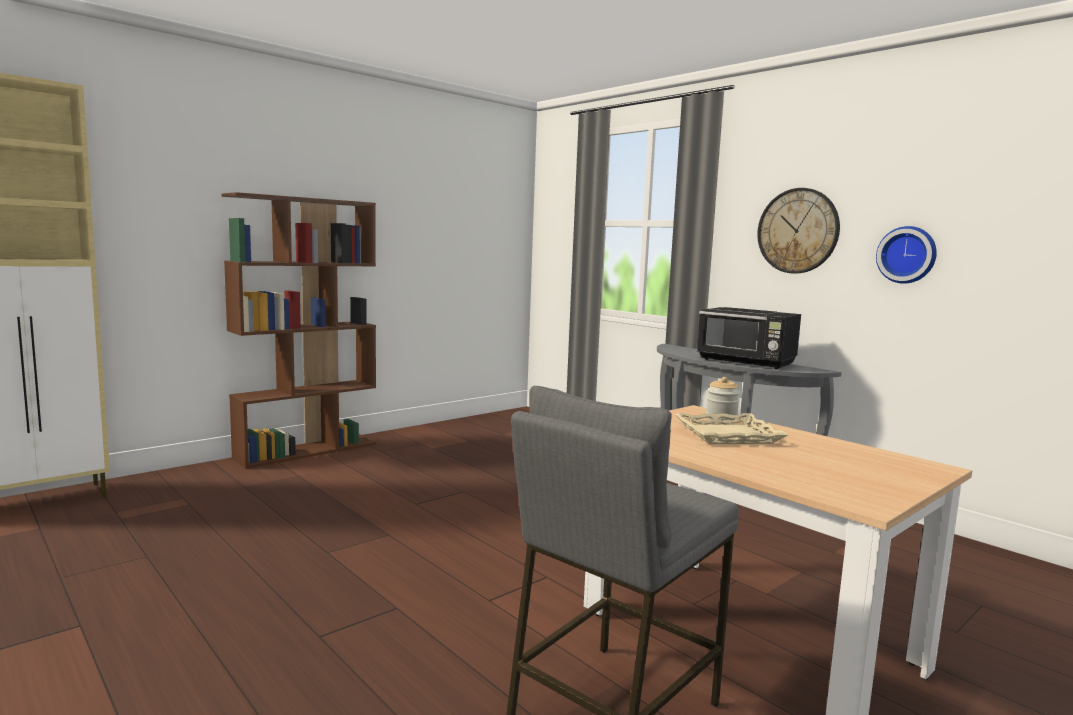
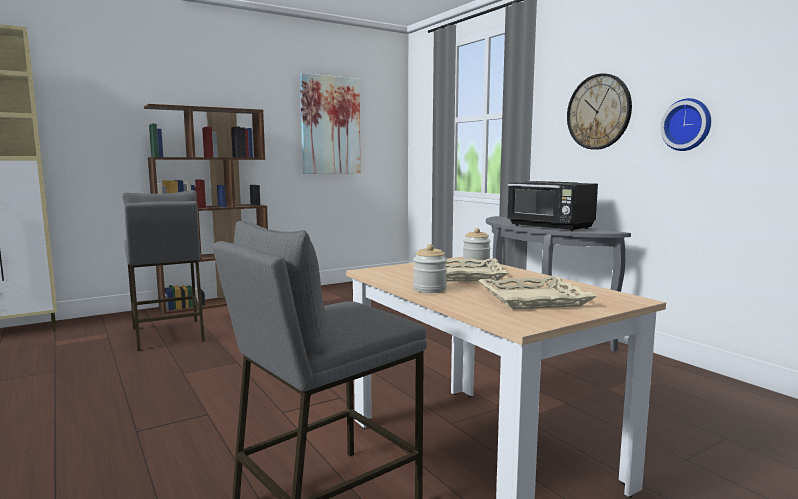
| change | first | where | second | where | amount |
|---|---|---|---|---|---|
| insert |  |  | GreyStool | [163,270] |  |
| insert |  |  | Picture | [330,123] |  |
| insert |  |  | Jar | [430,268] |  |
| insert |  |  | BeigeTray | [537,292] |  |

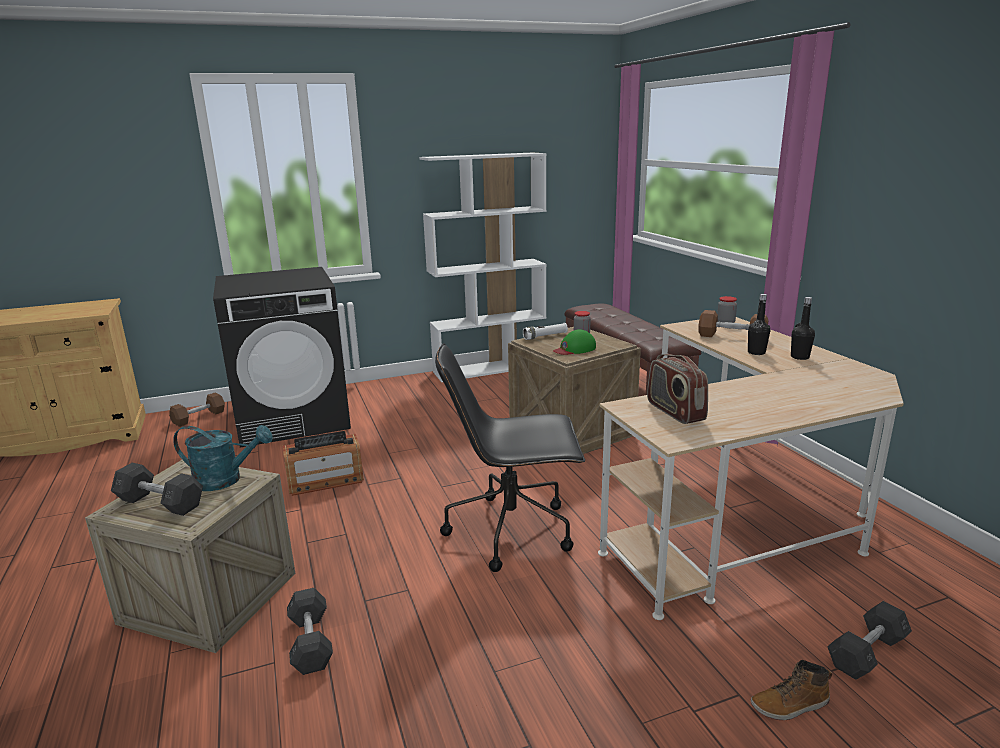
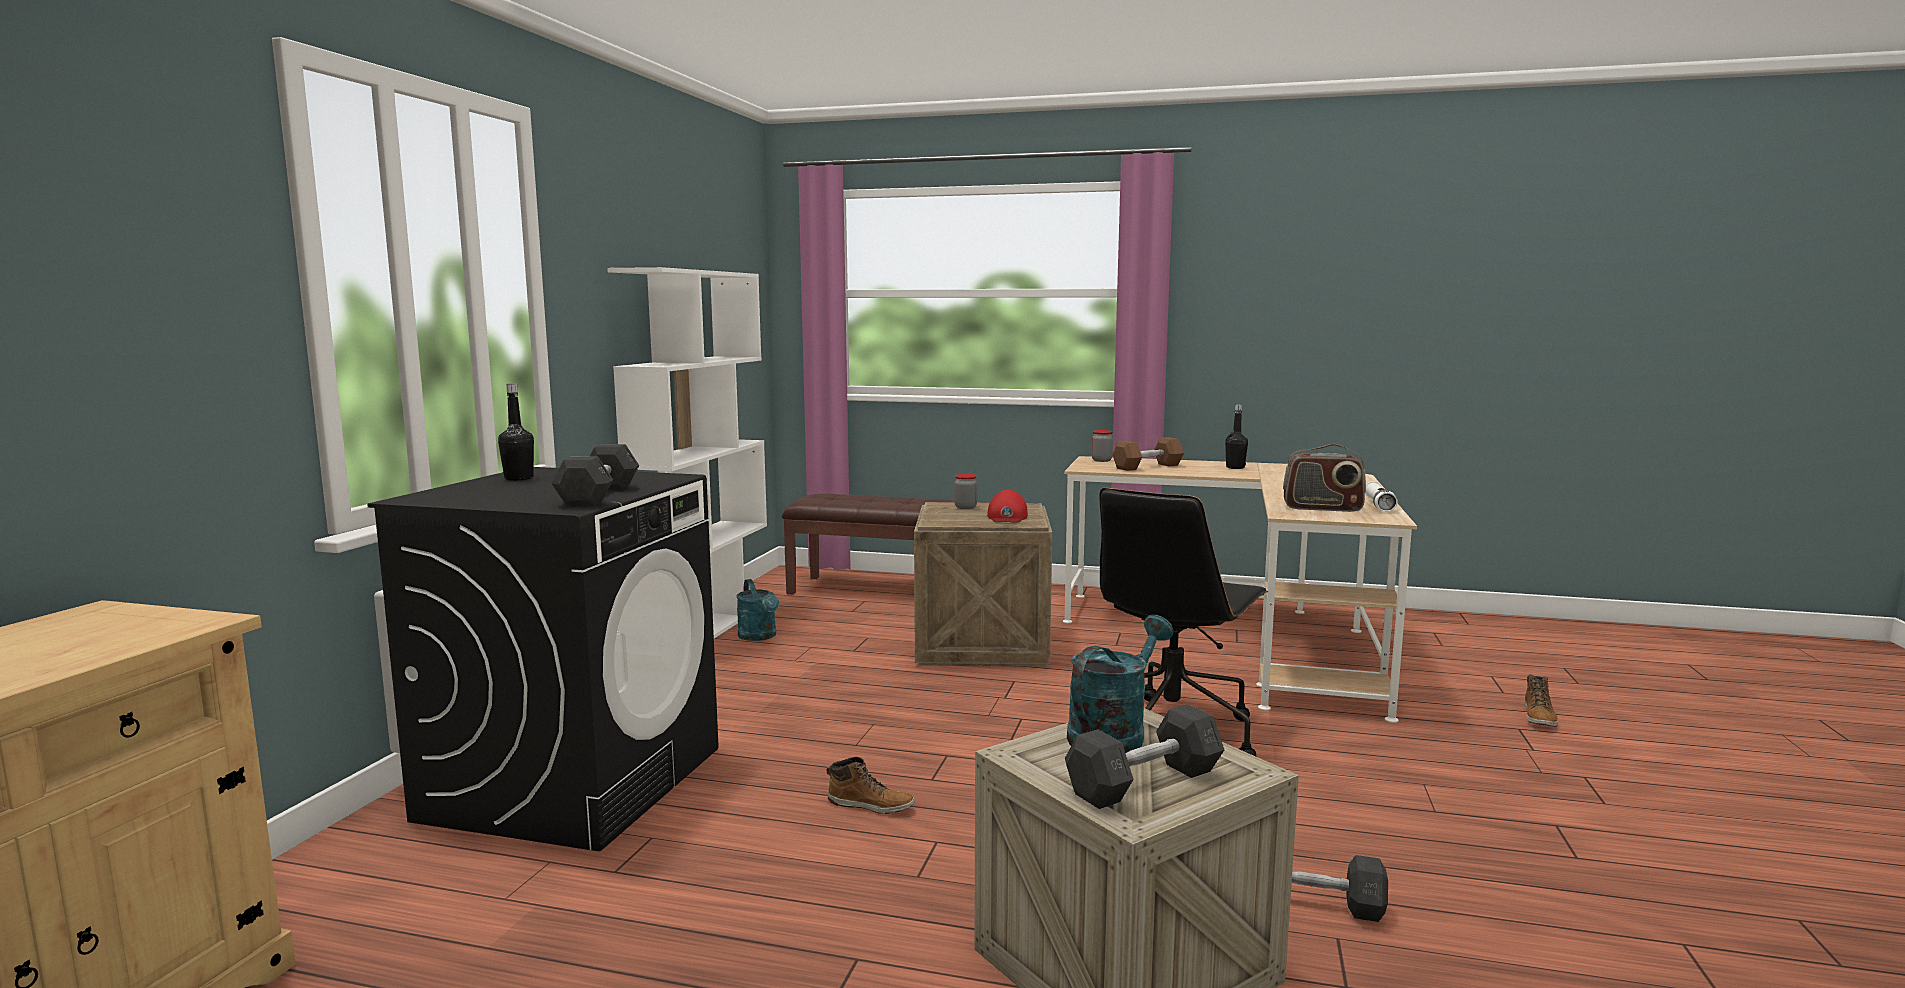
| change | first | where | second | where | amount |
|---|---|---|---|---|---|
| delete | BrownDumbbell | [197,410] |  |  |  |
| replace | Radio | [323,463] | Boot | [870,785] |  |
| move | WhiteFlashlight | [545,331] |  | [1381,496] |  |
| recolor | GreenCap | [574,342] | RedCap | [1007,506] |  |
| move | BlackBottle | [759,324] |  | [516,432] |  |
| move | GreyDumbbell | [869,640] |  | [595,475] |  |
| insert |  |  | TurquoiseWateringCan | [757,610] |  |

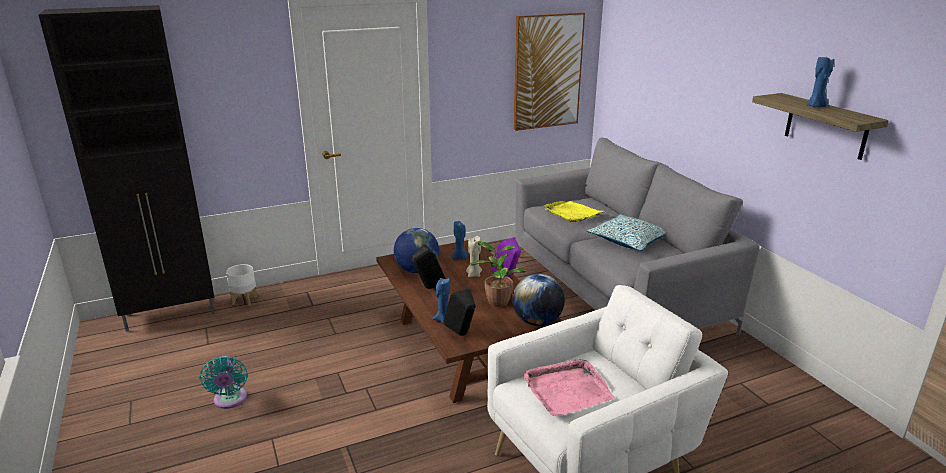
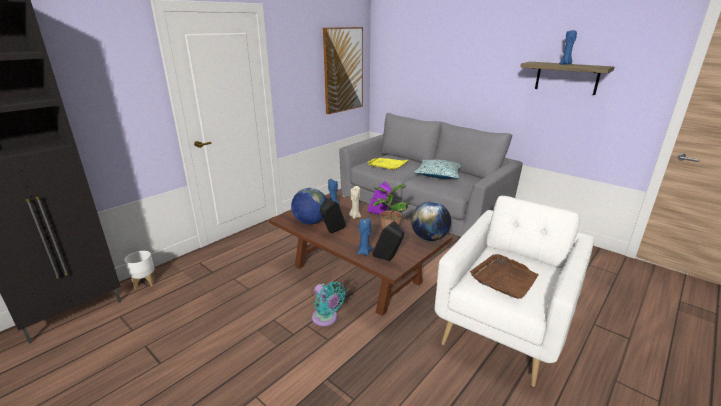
| change | first | where | second | where | amount |
|---|---|---|---|---|---|
| move | TurquoiseFan | [224,382] |  | [329,304] |  |
| recolor | PinkTray | [569,387] | BrownTray | [504,276] |  |

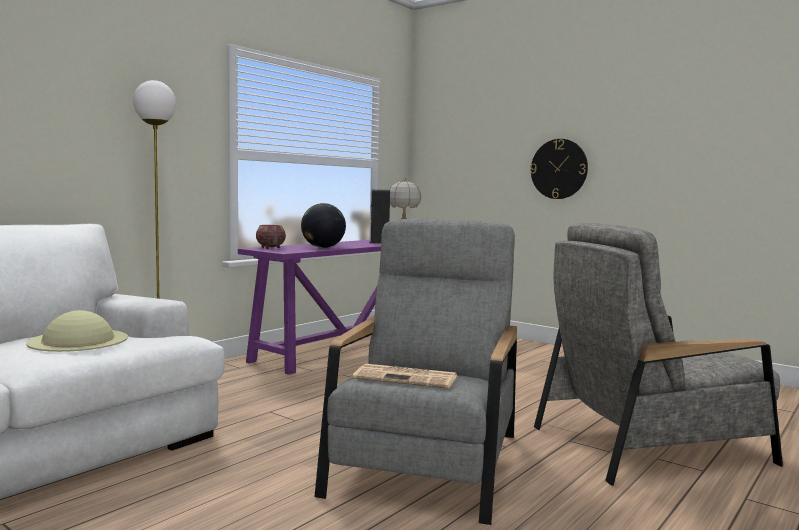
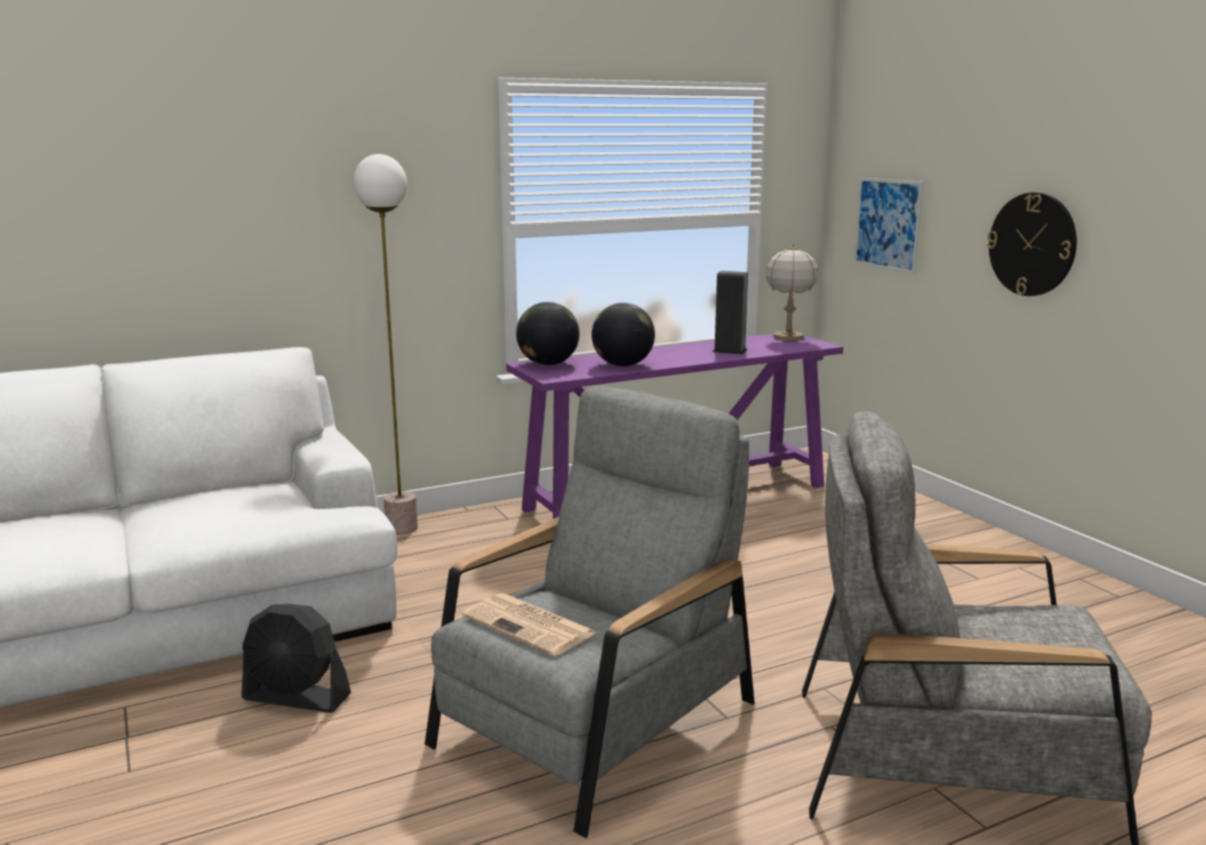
| change | first | where | second | where | amount |
|---|---|---|---|---|---|
| delete | BeigeHat | [77,331] |  |  |  |
| replace | Bowl | [271,237] | Globe | [547,333] |  |
| insert |  |  | BlackFan | [296,658] |  |
| insert |  |  | Picture | [889,226] |  |

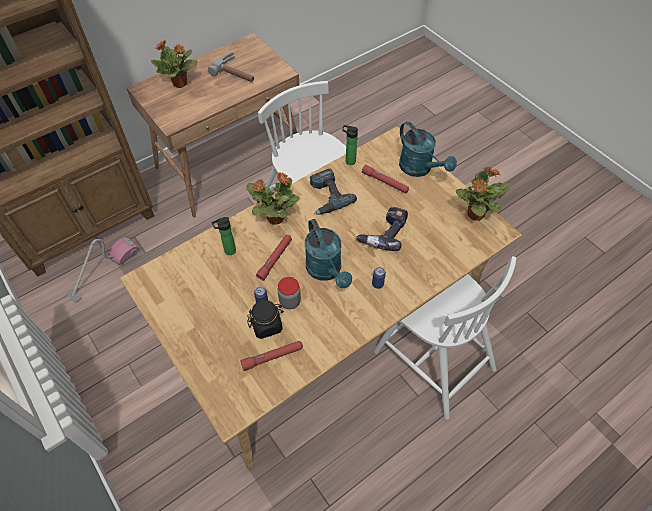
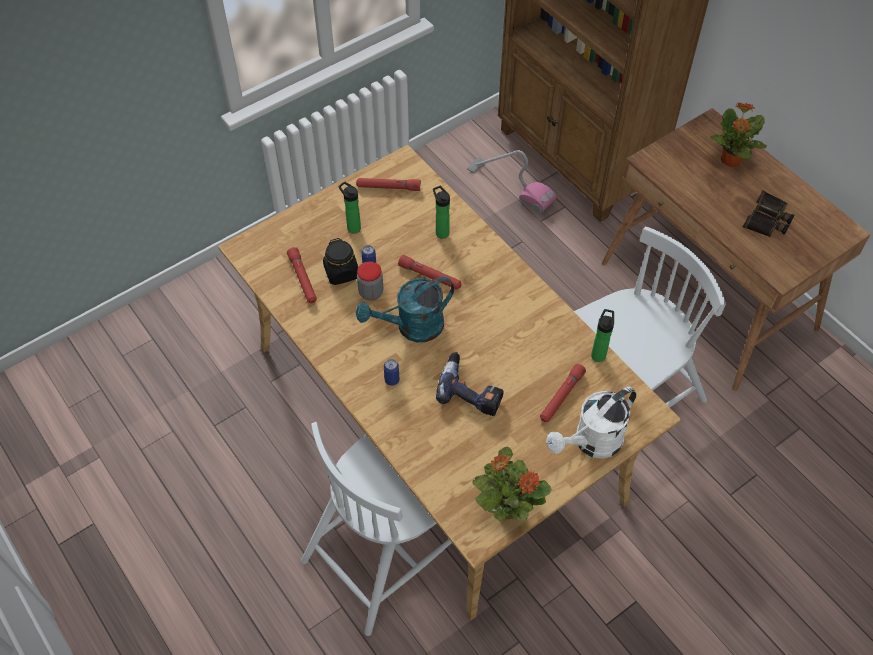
| change | first | where | second | where | amount |
|---|---|---|---|---|---|
| replace | Hammer | [231,67] | Binoculars | [769,213] |  |
| delete | PottedPlant | [273,198] |  |  |  |
| delete | PowerDrill | [333,192] |  |  |  |
| recolor | TurquoiseWateringCan | [428,149] | WhiteWateringCan | [591,422] |  |
| insert |  |  | Bottle | [350,208] |  |
| insert |  |  | RedFlashlight | [388,184] |  |

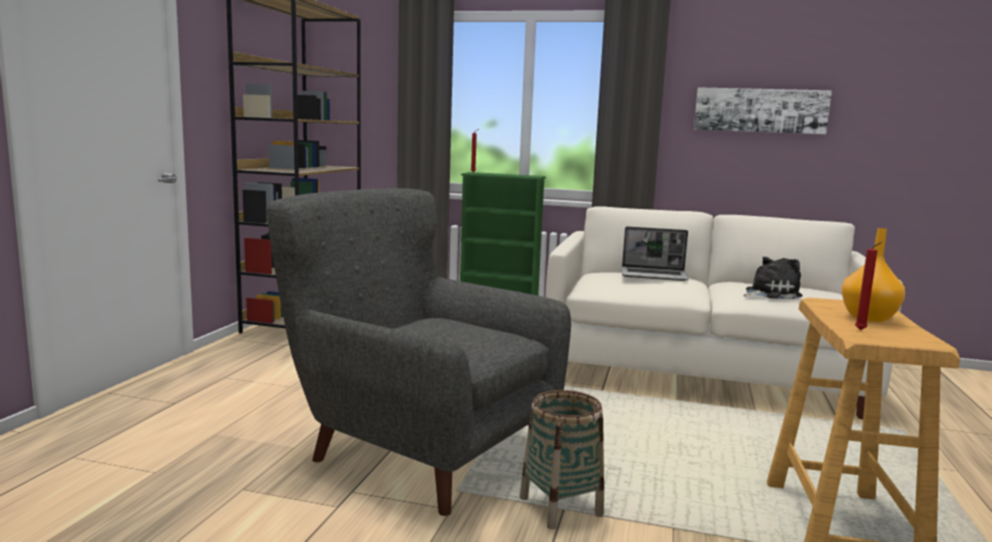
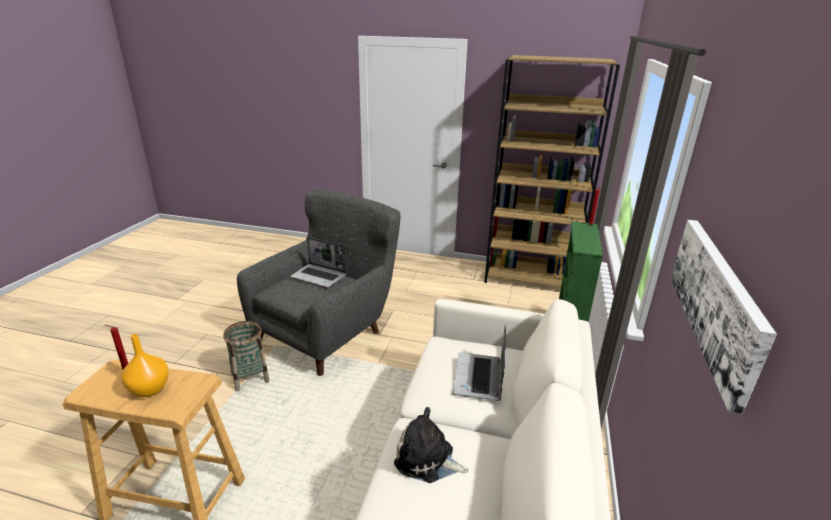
| change | first | where | second | where | amount |
|---|---|---|---|---|---|
| rotate | PlushToy | [772,278] |  | [431,445] | 135 degrees clockwise |
| insert |  |  | Laptop | [318,262] |  |

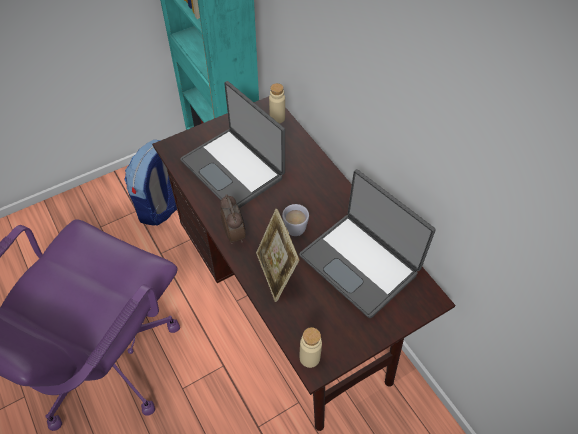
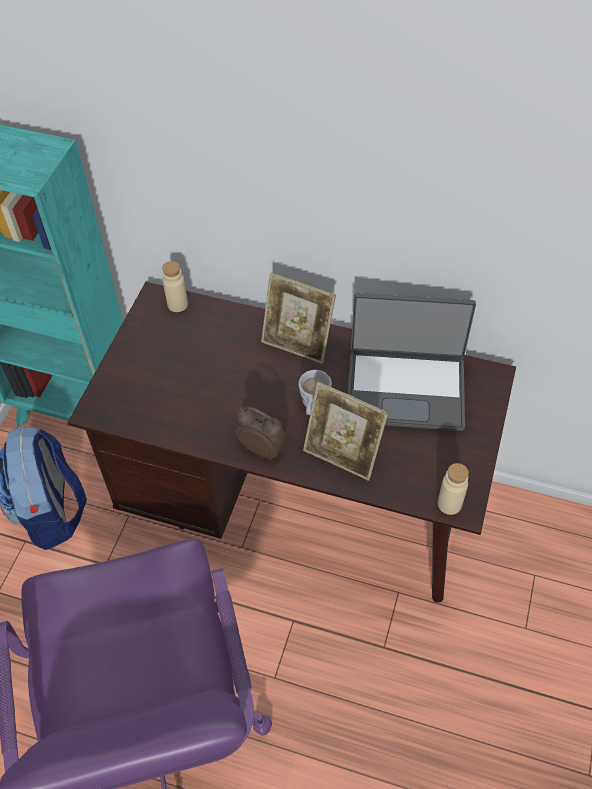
| change | first | where | second | where | amount |
|---|---|---|---|---|---|
| delete | Laptop | [232,144] |  |  |  |
| insert |  |  | PictureFrame | [298,318] |  |

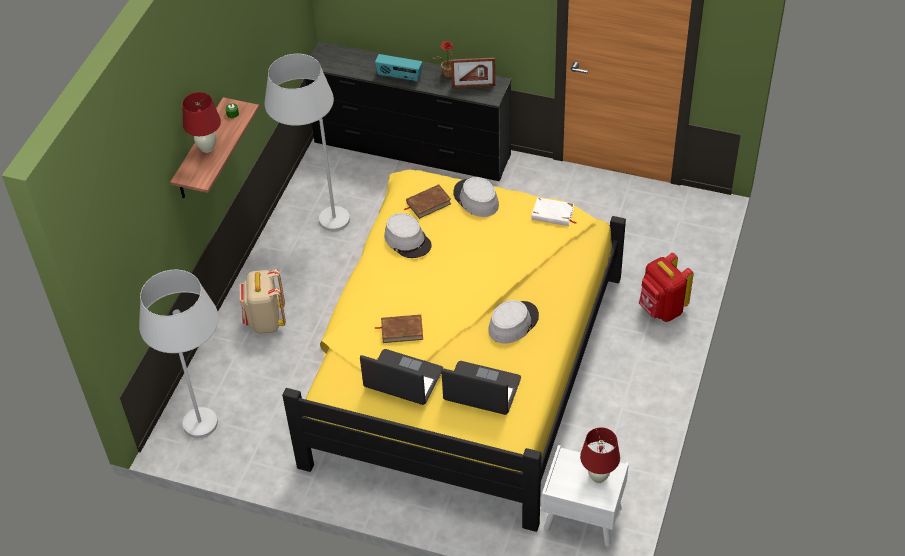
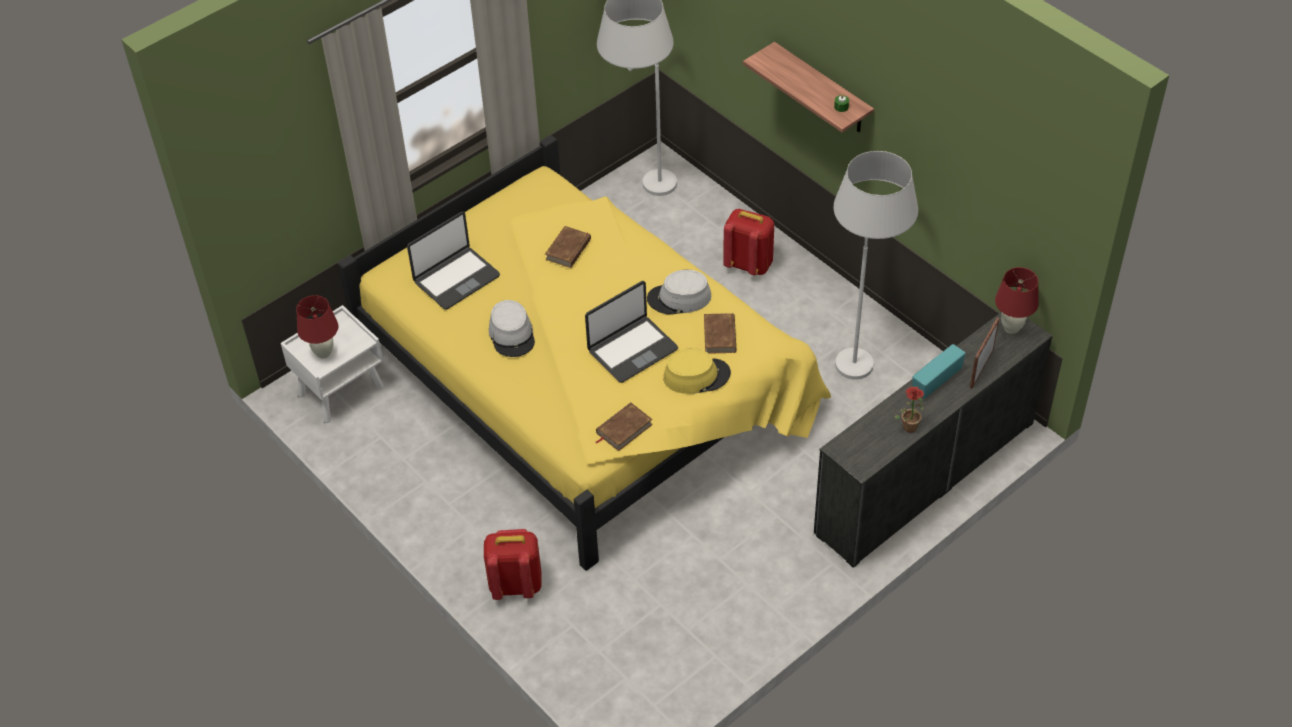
| change | first | where | second | where | amount |
|---|---|---|---|---|---|
| move | RedTableLamp | [201,122] |  | [1017,300] |  |
| recolor | BeigeBackpack | [262,301] | RedBackpack | [748,242] |  |
| move | Laptop | [401,377] |  | [631,332] |  |
| move | PictureFrame | [473,73] |  | [984,353] |  |
| recolor | GreyHat | [476,197] | YellowHat | [697,371] |  |
| recolor | WhiteBook | [553,211] | BrownBook | [624,426] |  |

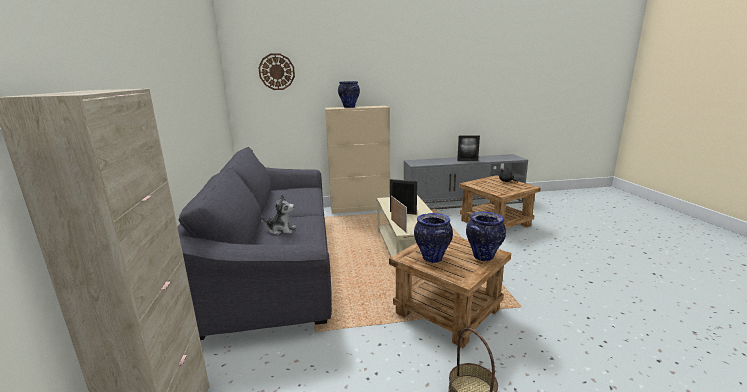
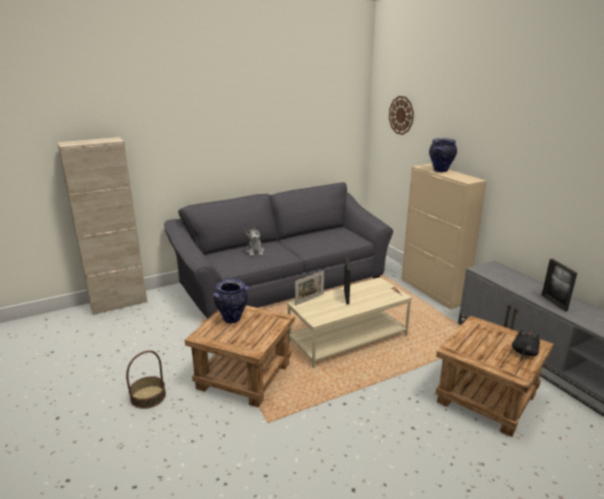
| change | first | where | second | where | amount |
|---|---|---|---|---|---|
| delete | Vase | [486,236] |  |  |  |

